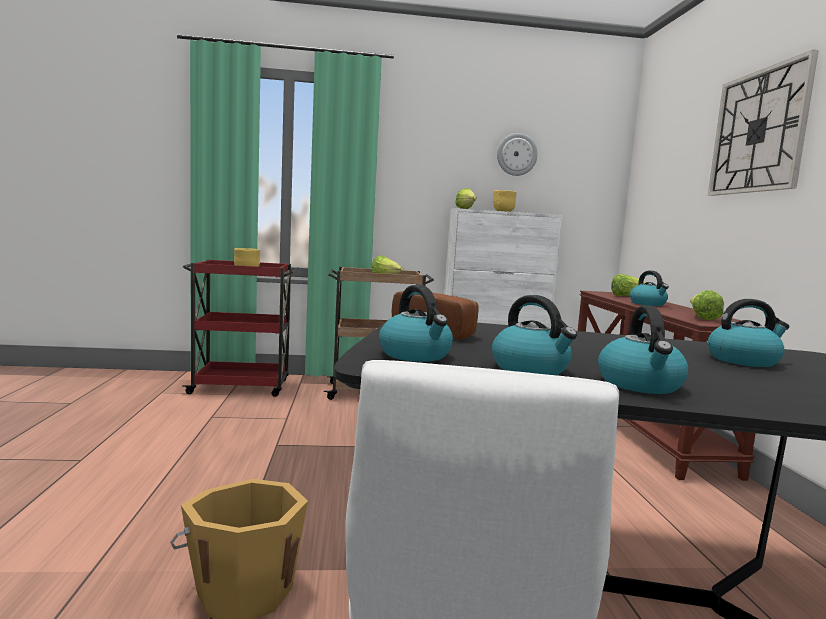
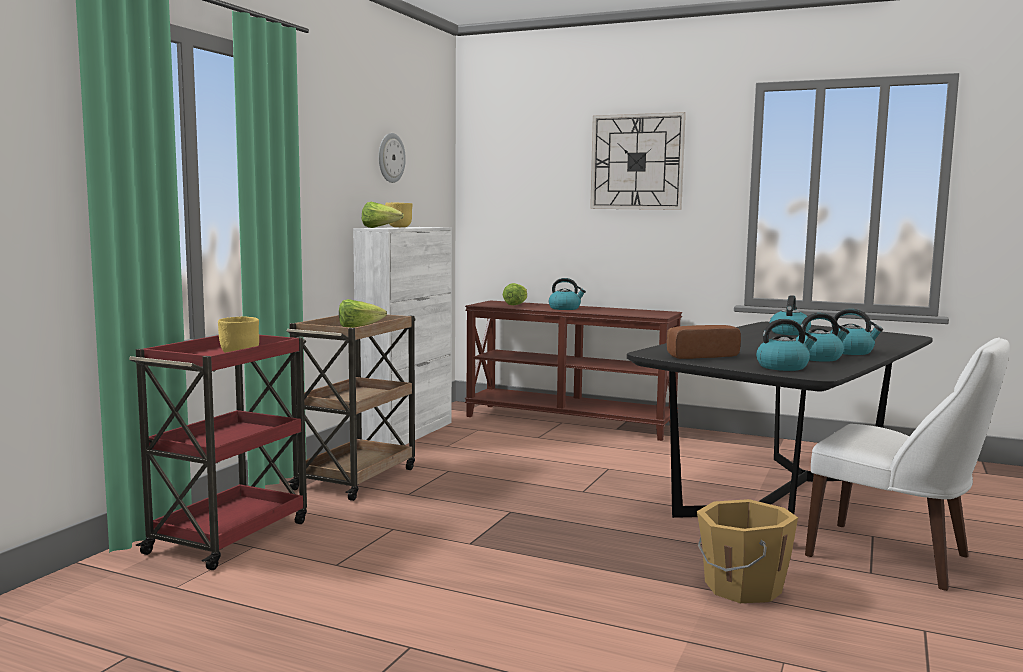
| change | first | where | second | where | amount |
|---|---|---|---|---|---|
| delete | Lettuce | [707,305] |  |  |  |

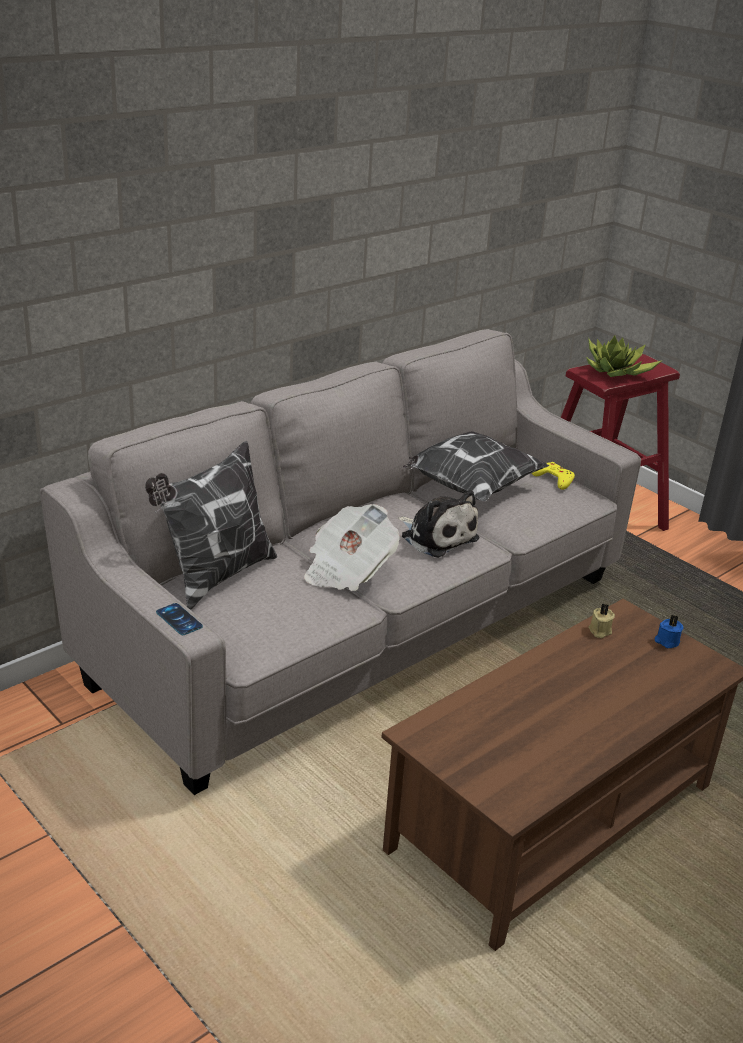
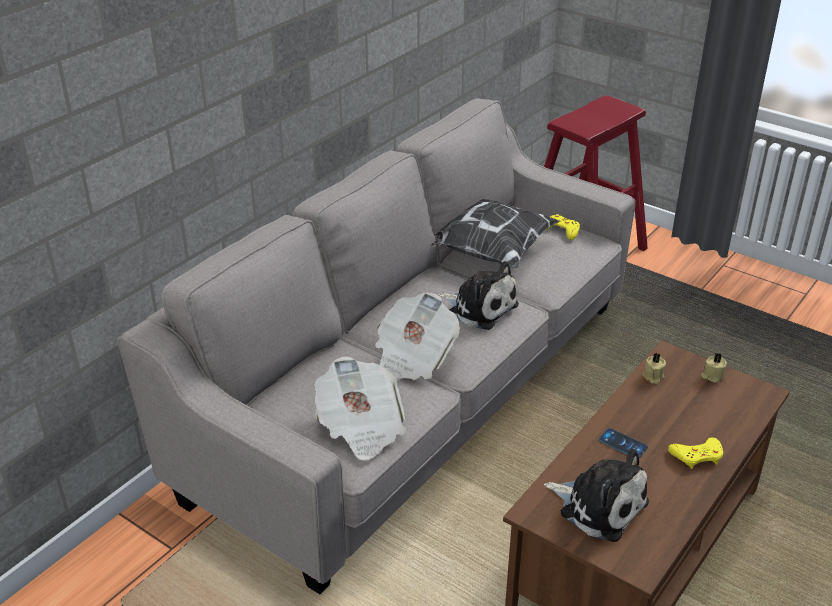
| change | first | where | second | where | amount |
|---|---|---|---|---|---|
| delete | Pillow | [211,525] |  |  |  |
| move | Phone | [179,619] |  | [623,443] |  |
| delete | PottedPlant | [624,356] |  |  |  |
| recolor | BlueCandle | [669,631] | BeigeCandle | [714,368] |  |
| insert |  |  | Newspaper | [360,408] |  |
| insert |  |  | PlushToy | [596,495] |  |
| insert |  |  | YellowGameController | [695,453] |  |

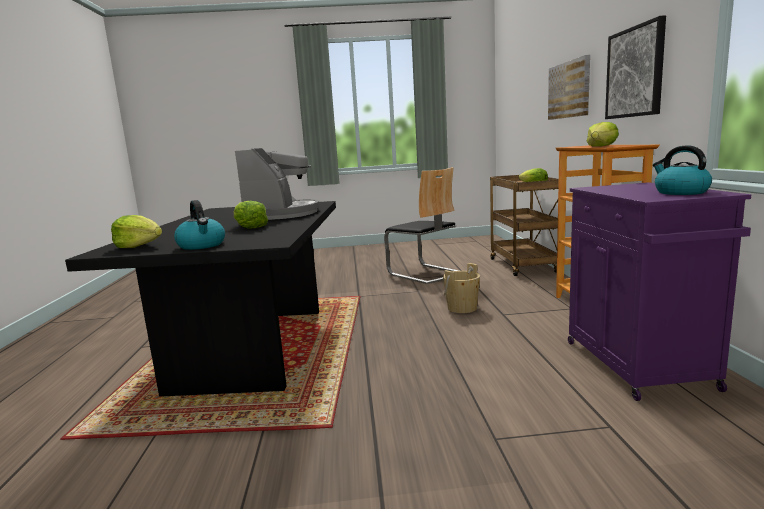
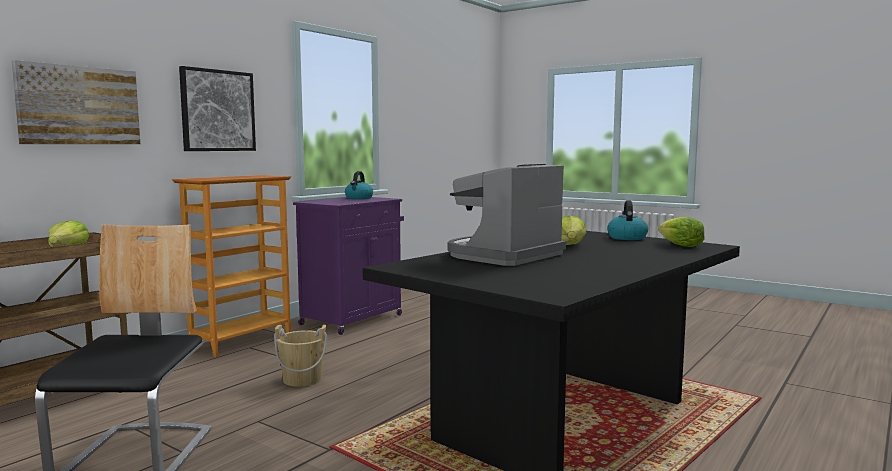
| change | first | where | second | where | amount |
|---|---|---|---|---|---|
| delete | Lettuce | [603,134] |  |  |  |

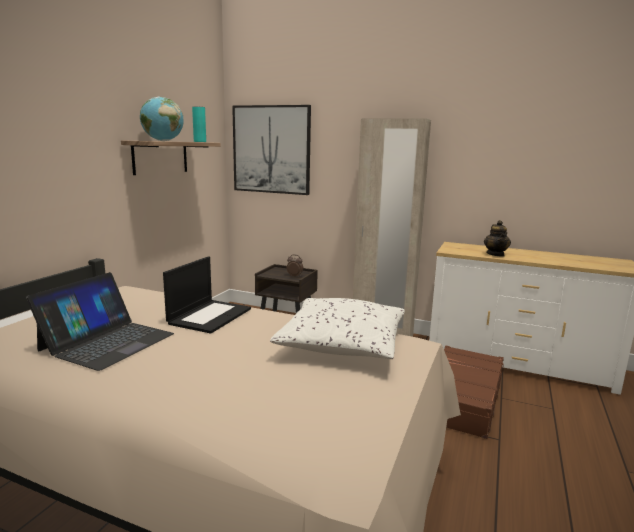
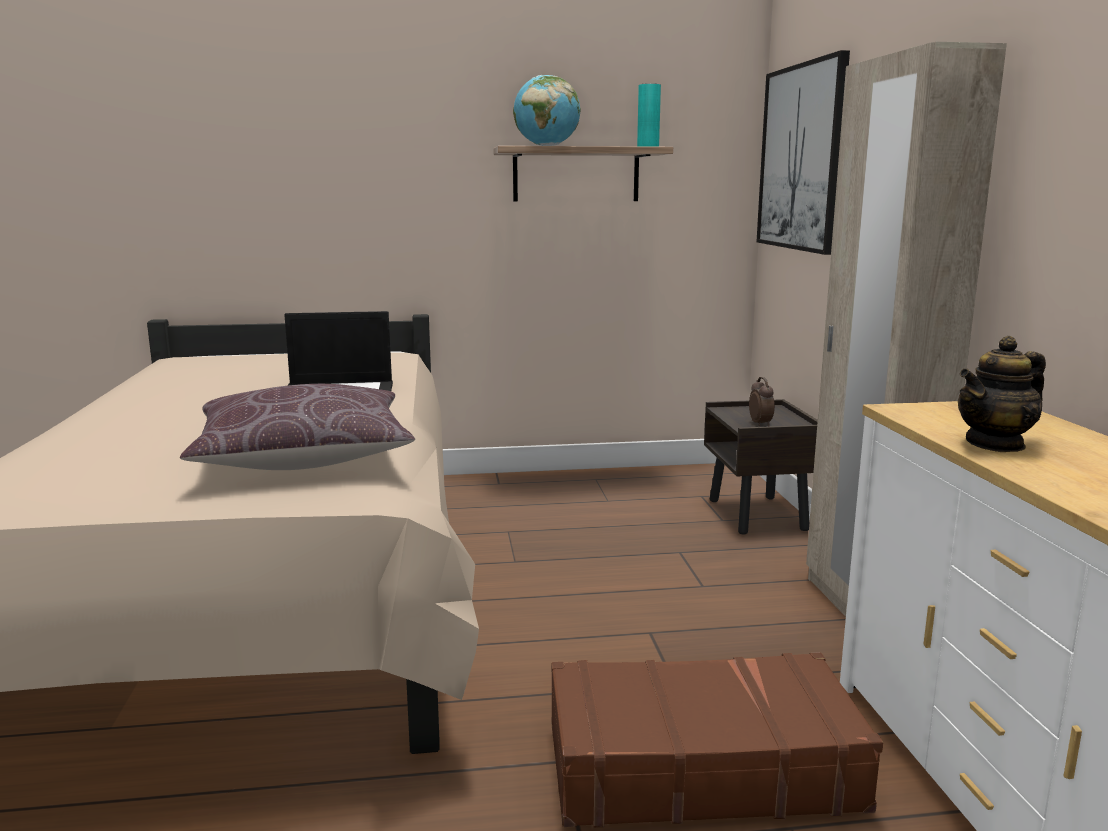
| change | first | where | second | where | amount |
|---|---|---|---|---|---|
| delete | Laptop | [100,321] |  |  |  |
| recolor | WhitePillow | [337,328] | BrownPillow | [297,427] |  |

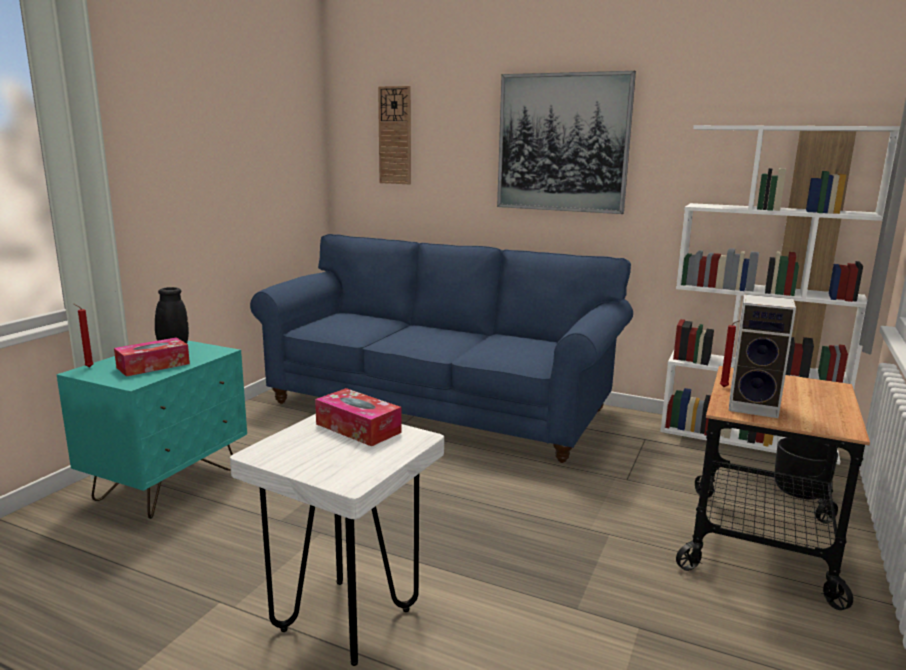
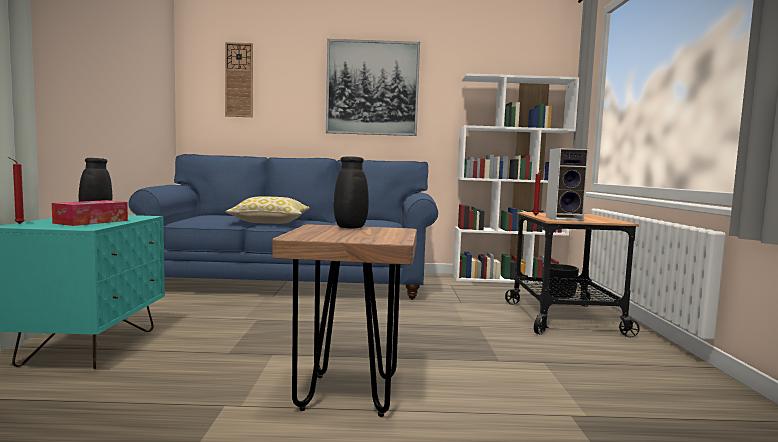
| change | first | where | second | where | amount |
|---|---|---|---|---|---|
| recolor | WhiteStool | [337,540] | BrownStool | [344,320] |  |
| replace | TissueBox | [358,417] | BlackVase | [351,190] |  |
| insert |  |  | Pillow | [267,210] |  |

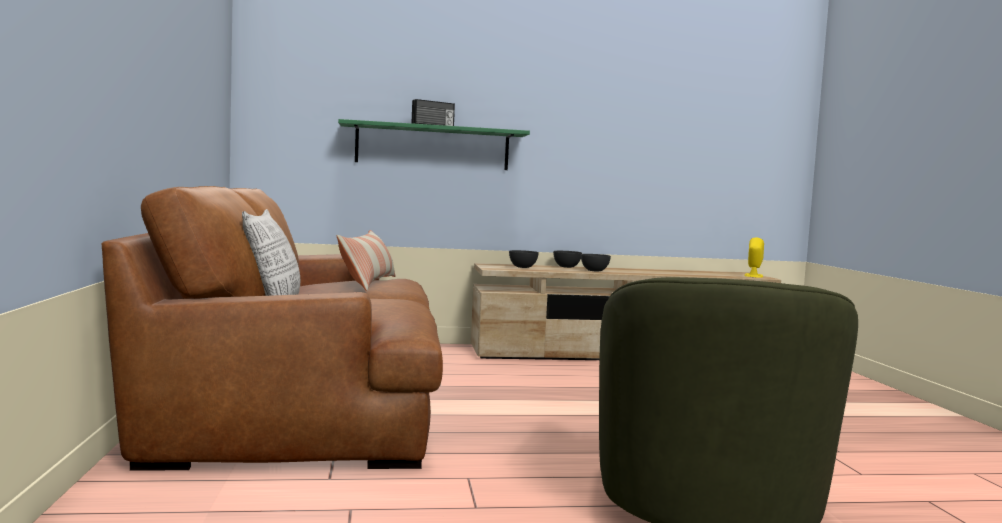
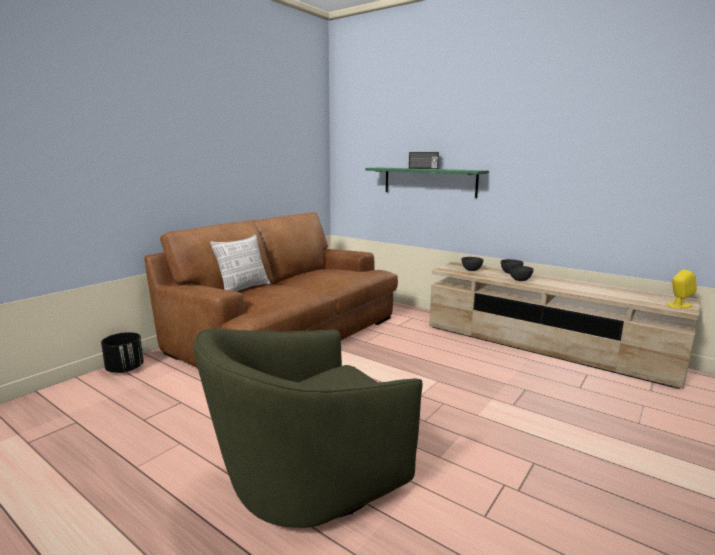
| change | first | where | second | where | amount |
|---|---|---|---|---|---|
| delete | Pillow | [366,260] |  |  |  |
| insert |  |  | BlackPlanter | [122,352] |  |

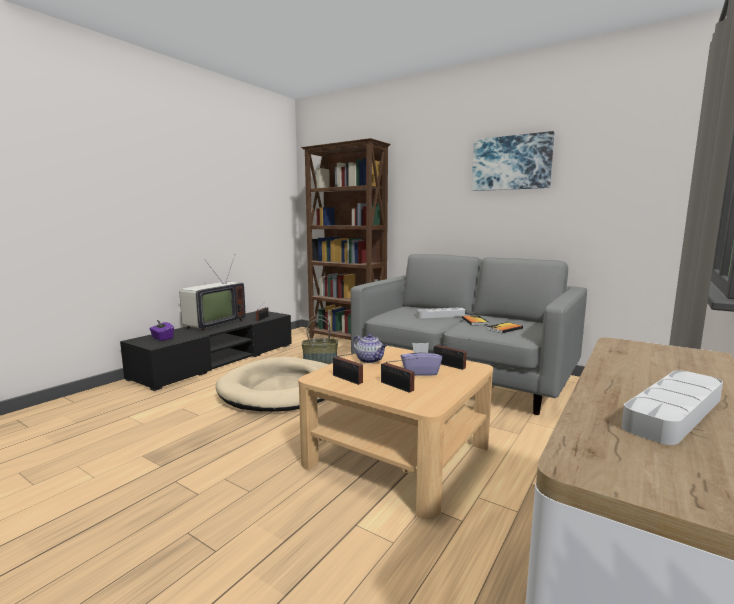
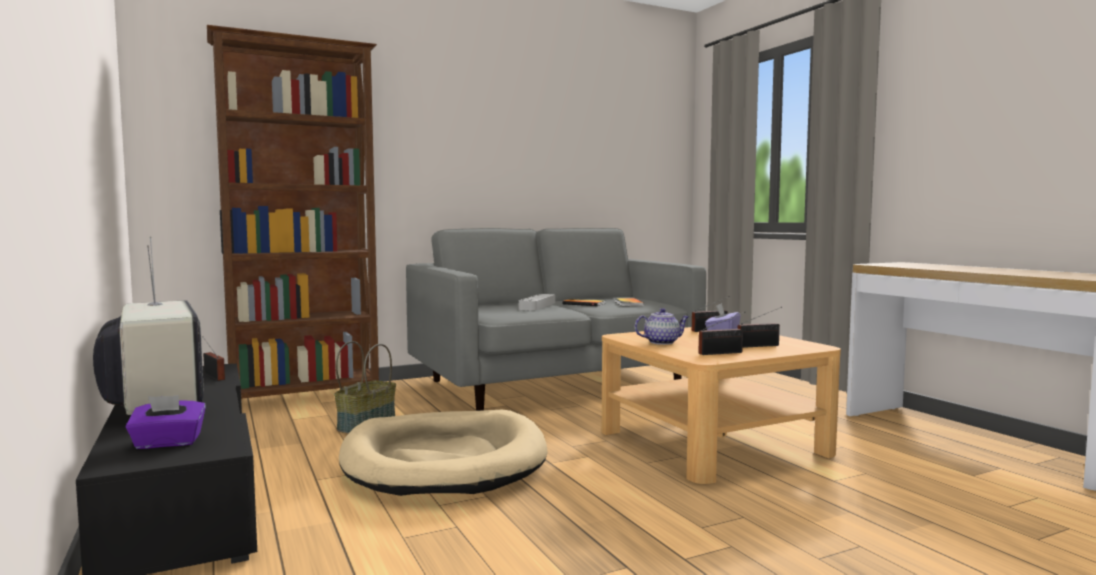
| change | first | where | second | where | amount |
|---|---|---|---|---|---|
| delete | Picture | [513,161] |  |  |  |
| delete | GreyTray | [672,407] |  |  |  |

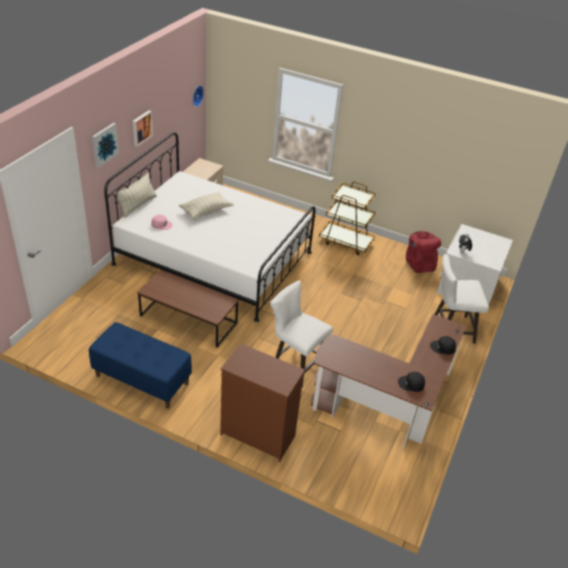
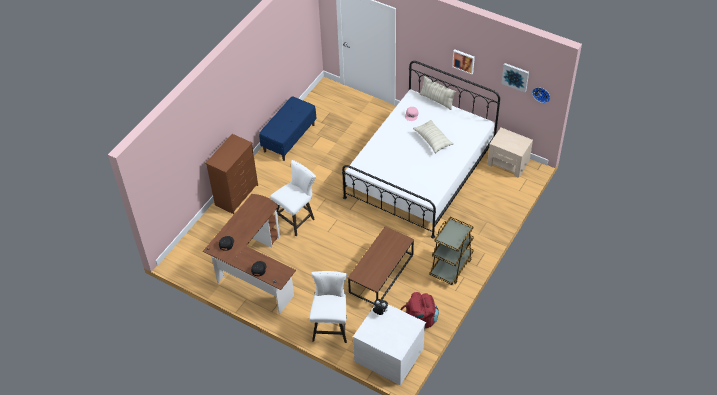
| change | first | where | second | where | amount |
|---|---|---|---|---|---|
| move | Picture | [105,145] |  | [515,77] |  |
| move | BrownCoffeeTable | [188,309] |  | [381,265] |  |

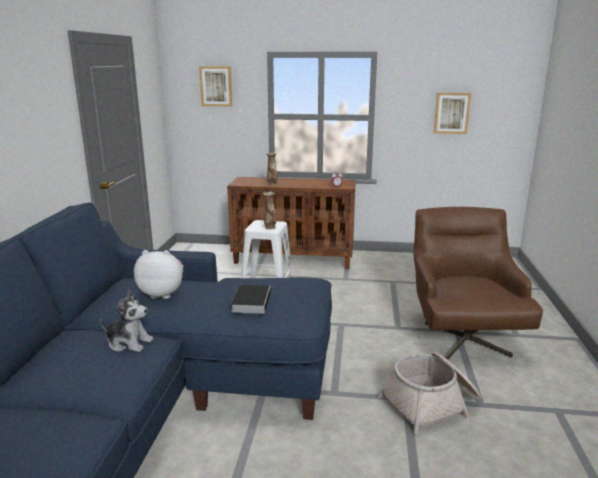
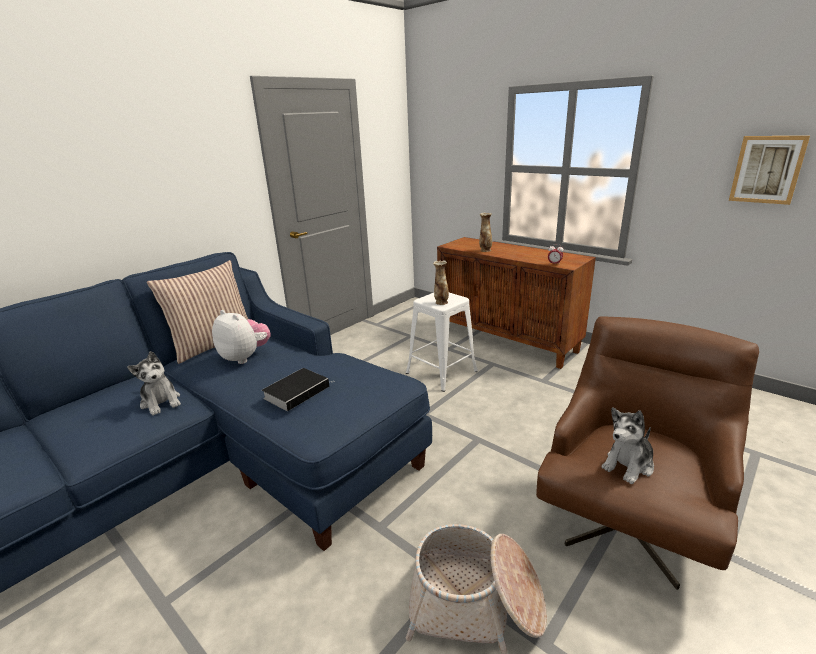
| change | first | where | second | where | amount |
|---|---|---|---|---|---|
| delete | Picture | [215,86] |  |  |  |
| insert |  |  | Pillow | [197,312] |  |
| insert |  |  | PlushToy | [627,445] |  |

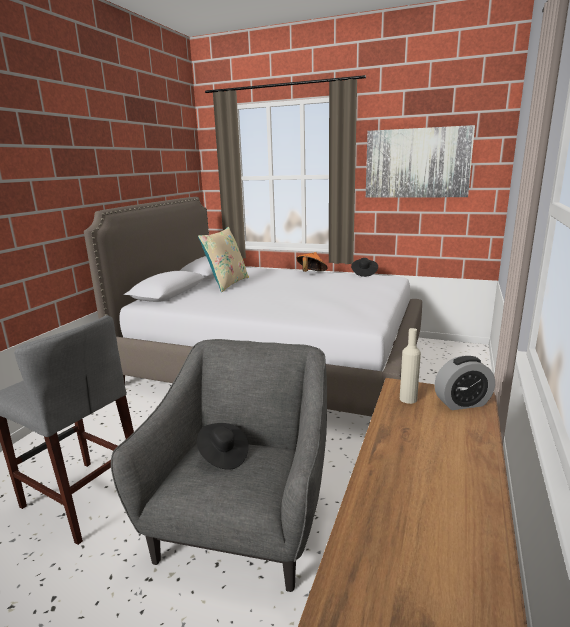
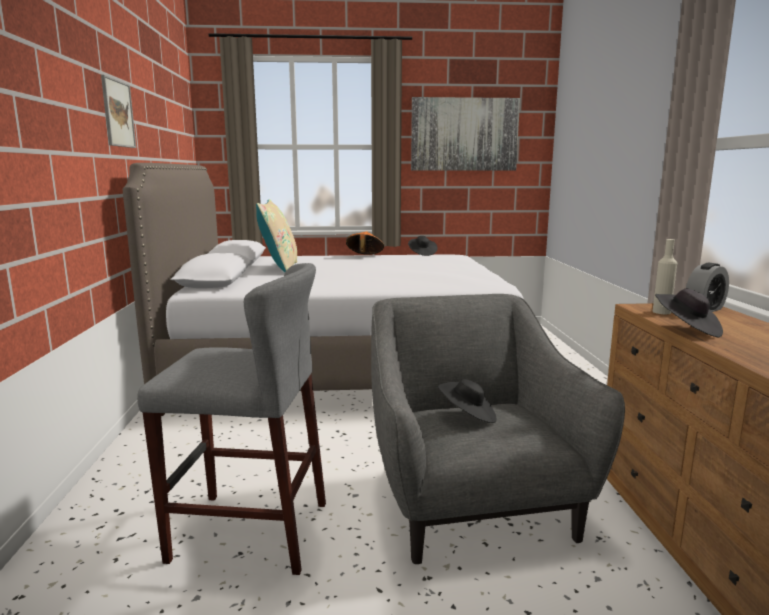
| change | first | where | second | where | amount |
|---|---|---|---|---|---|
| insert |  |  | Picture | [118,111] |  |
| insert |  |  | BlackHat | [689,313] |  |

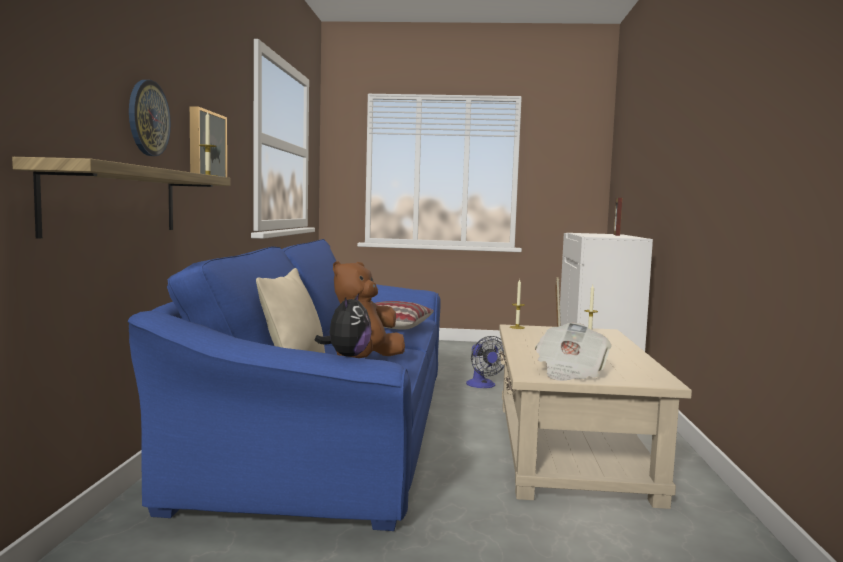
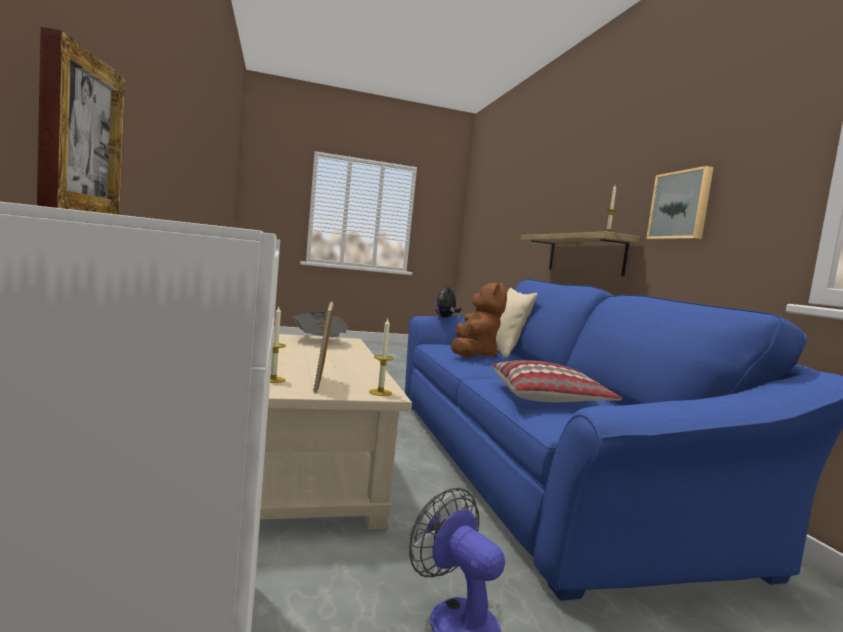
| change | first | where | second | where | amount |
|---|---|---|---|---|---|
| delete | WallClock | [150,118] |  |  |  |

